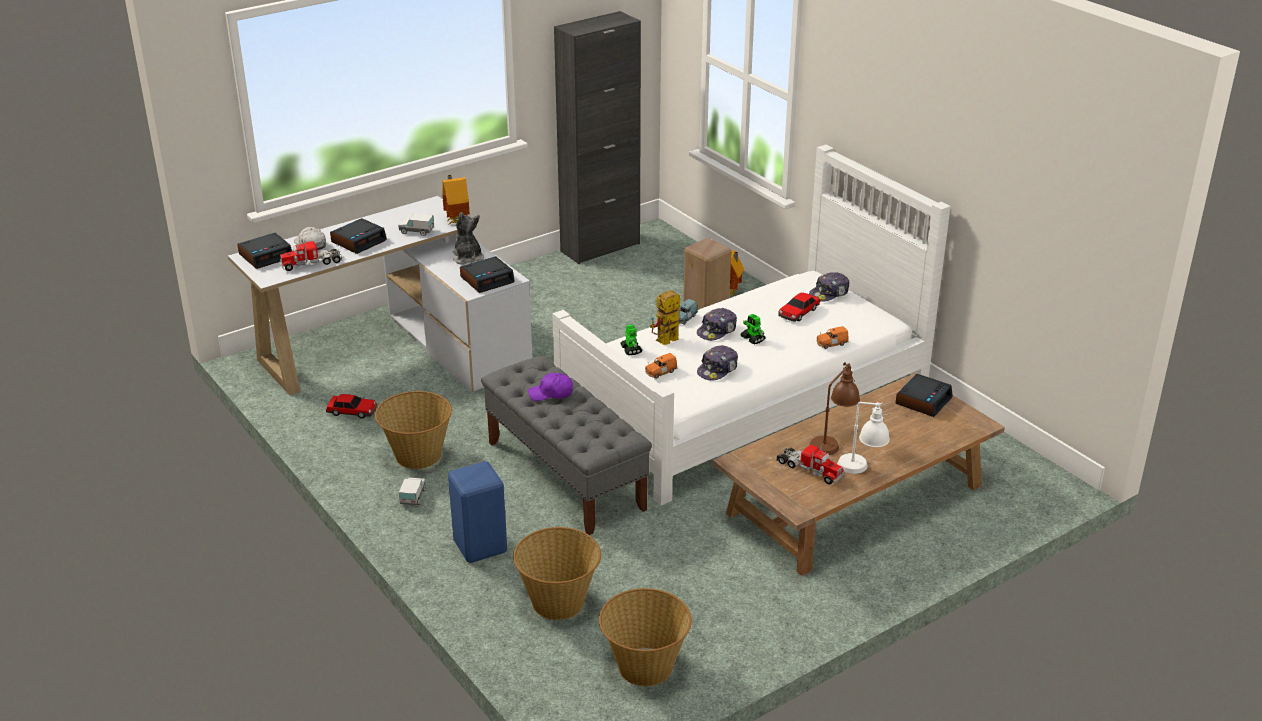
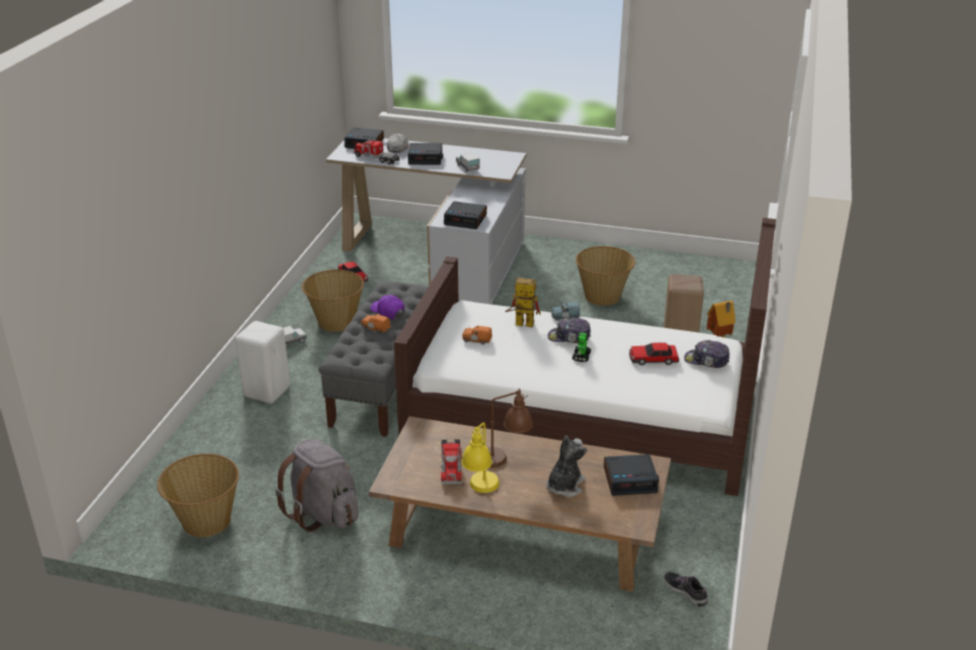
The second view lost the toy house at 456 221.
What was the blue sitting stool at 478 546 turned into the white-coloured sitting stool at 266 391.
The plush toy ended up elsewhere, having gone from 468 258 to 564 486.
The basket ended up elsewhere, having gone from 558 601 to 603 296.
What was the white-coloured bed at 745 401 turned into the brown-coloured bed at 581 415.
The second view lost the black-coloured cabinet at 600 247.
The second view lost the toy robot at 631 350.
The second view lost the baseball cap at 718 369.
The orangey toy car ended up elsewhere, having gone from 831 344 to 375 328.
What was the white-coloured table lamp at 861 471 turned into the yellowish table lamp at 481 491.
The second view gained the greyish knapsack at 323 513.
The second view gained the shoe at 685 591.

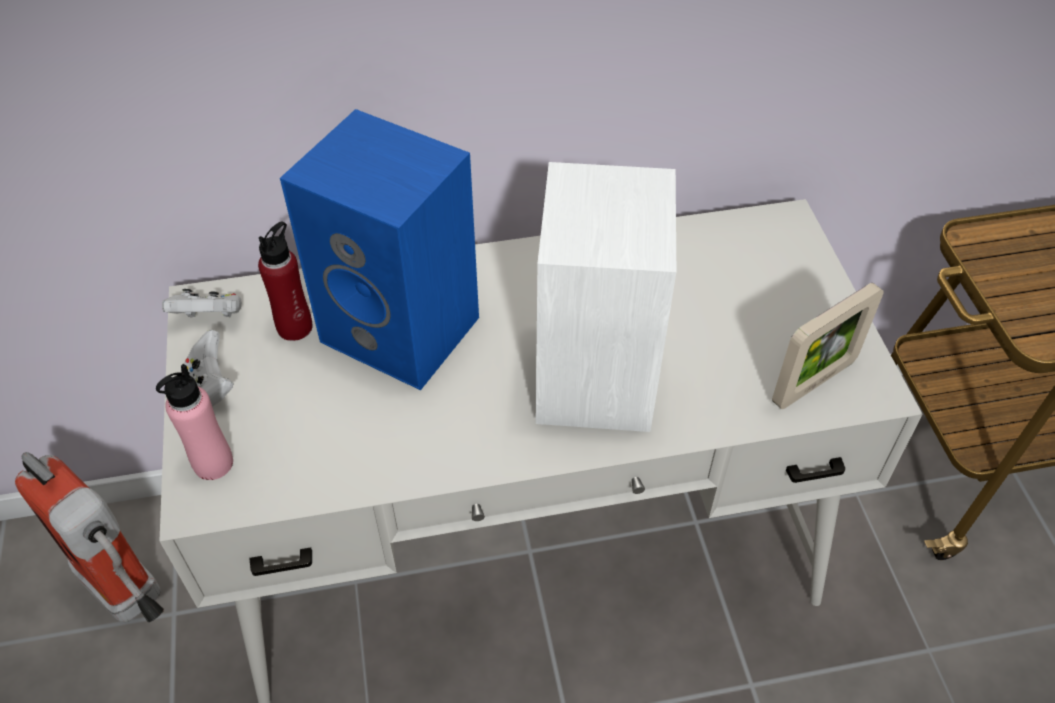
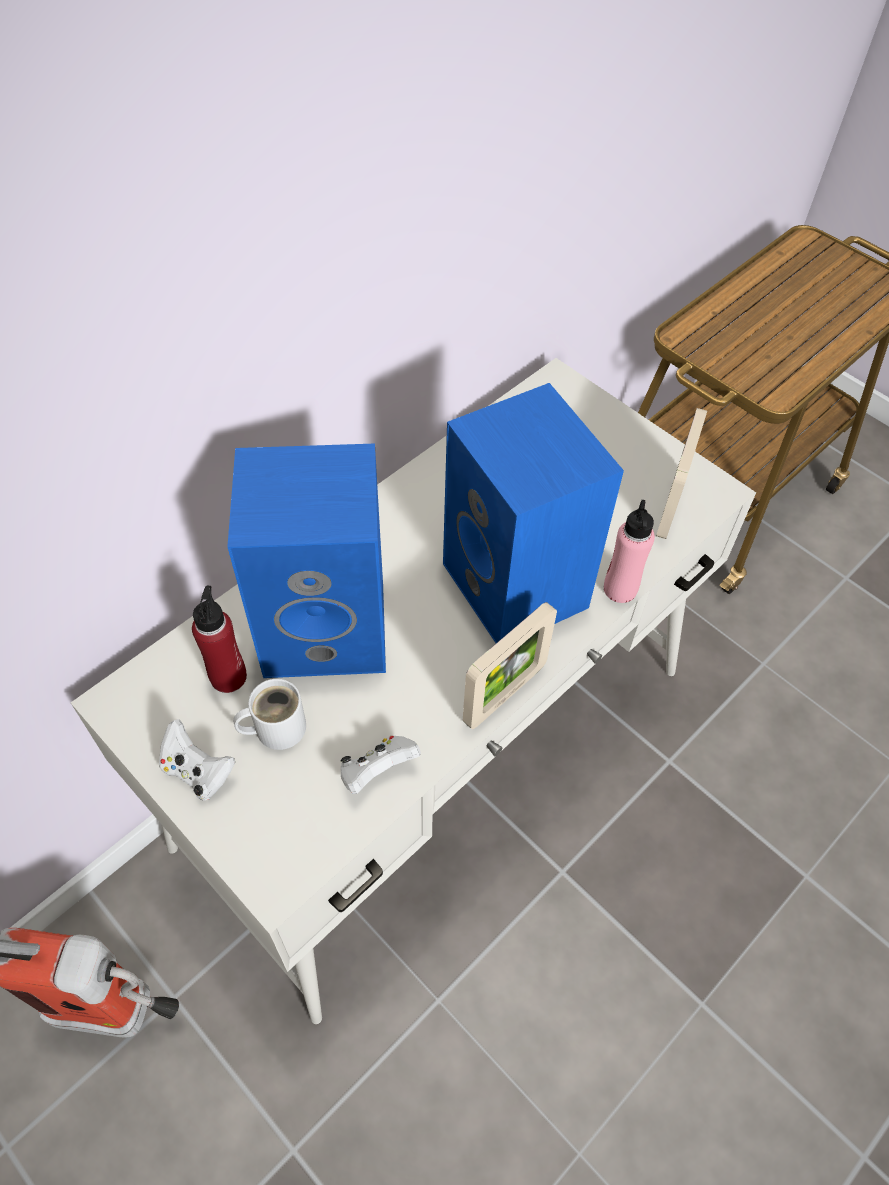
The pink-coloured drink bottle ended up elsewhere, having gone from 213 463 to 620 589.
The white-coloured game controller ended up elsewhere, having gone from 210 318 to 377 771.
What was the white-coloured loudspeaker at 598 380 turned into the blue loudspeaker at 519 587.
The second view gained the white-coloured tea mug at 275 727.
The second view gained the picture frame at 504 694.

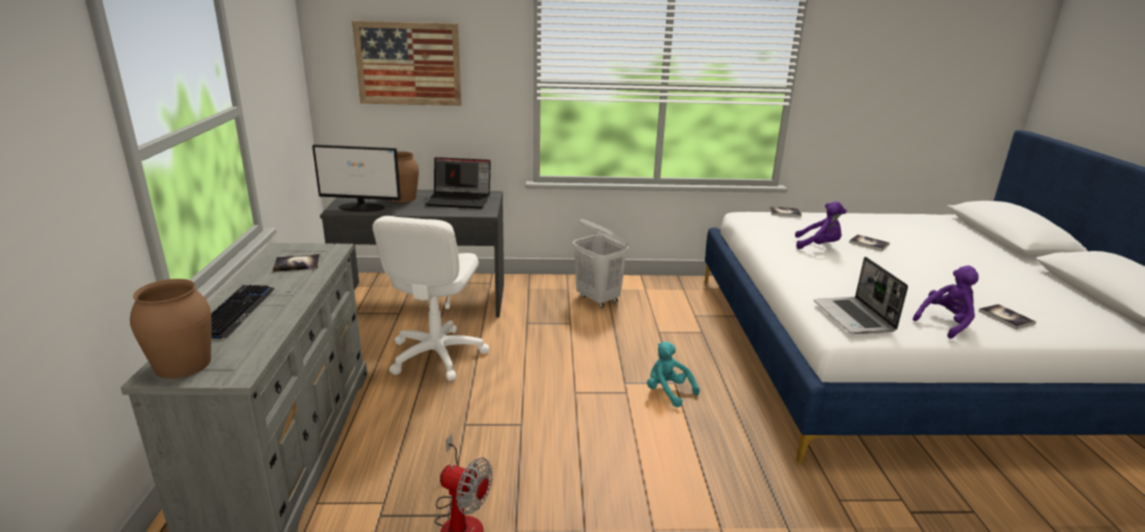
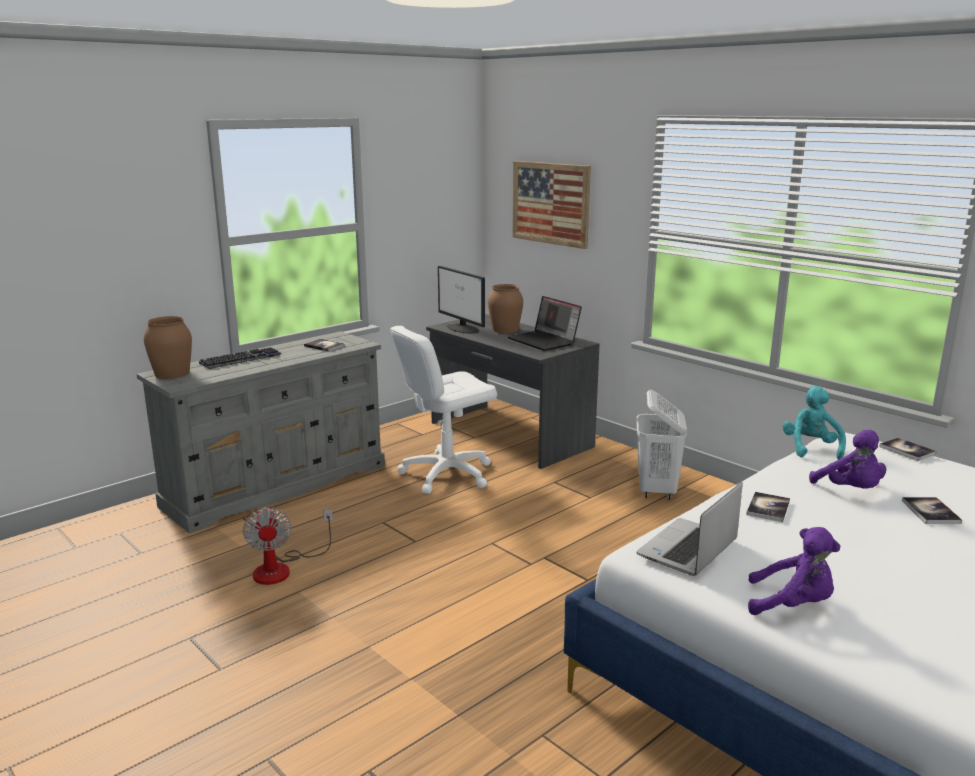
The turquoise plush toy ended up elsewhere, having gone from 667 392 to 811 448.
The volume ended up elsewhere, having gone from 1006 317 to 768 508.

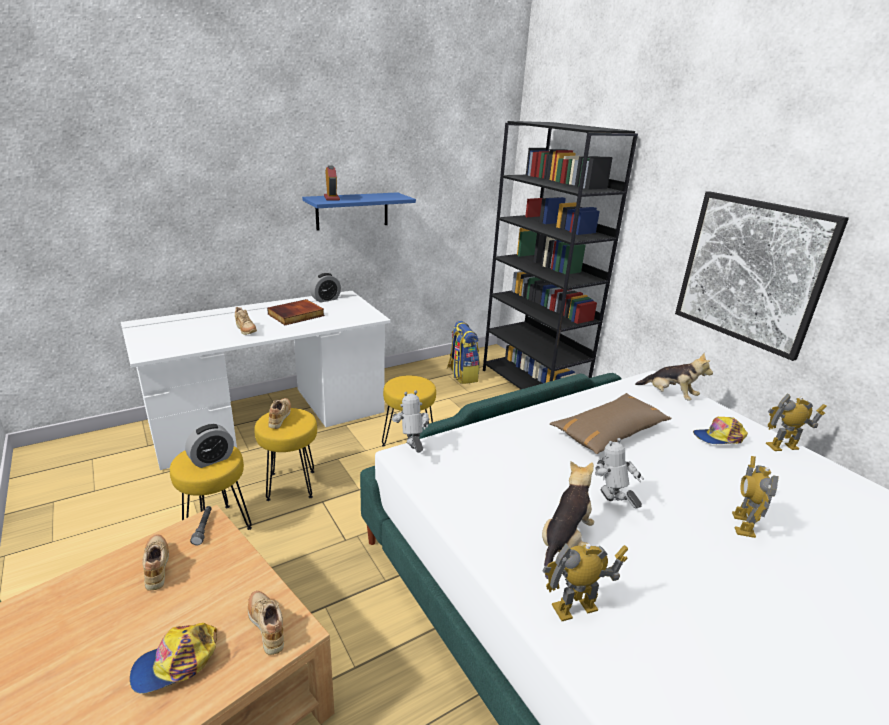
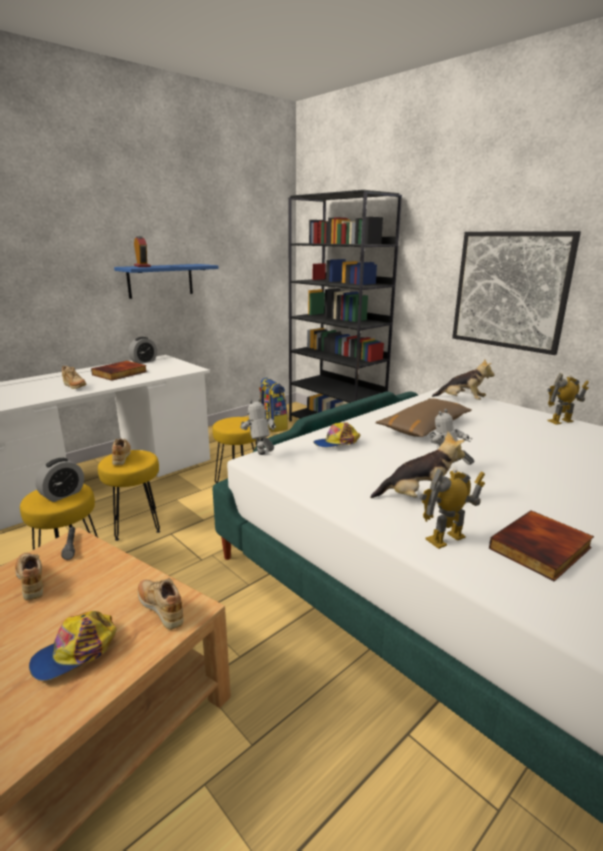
The plush toy at 564 542 ended up facing another way, 75 degrees clockwise from before.
The baseball cap ended up elsewhere, having gone from 719 438 to 337 443.
The second view lost the toy robot at 742 524.
The second view gained the volume at 541 549.

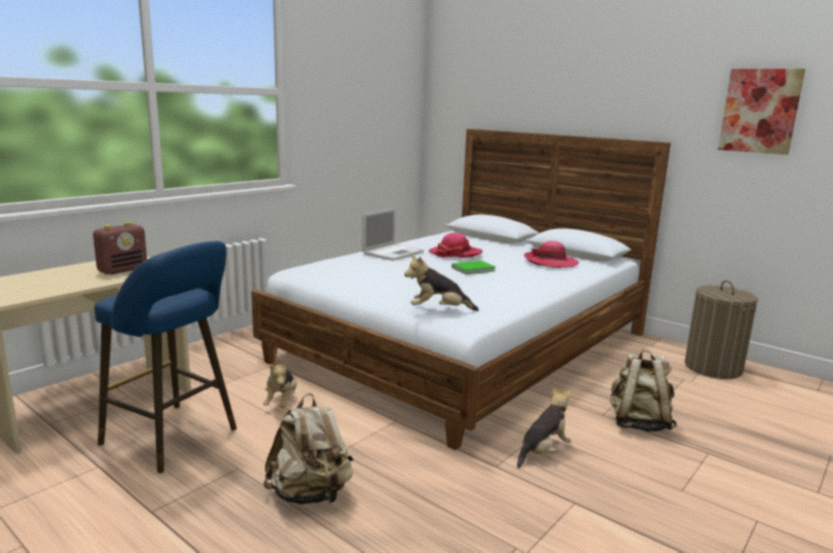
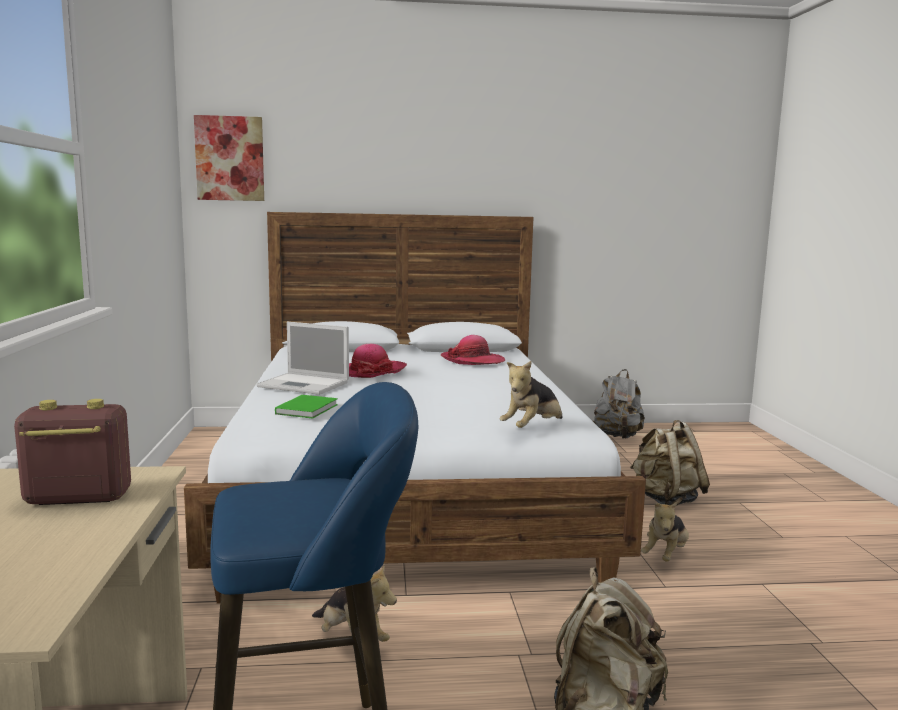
The radio set at 123 270 ended up facing another way, 90 degrees counterclockwise from before.
The notebook computer at 393 252 ended up facing another way, 120 degrees clockwise from before.
The green volume ended up elsewhere, having gone from 474 269 to 308 409.
The plush toy at 543 452 ended up facing another way, 150 degrees counterclockwise from before.
Where the laundry basket stood at 713 368, the greyish knapsack came to stand at 617 436.
The wall picture ended up elsewhere, having gone from 760 111 to 230 158.

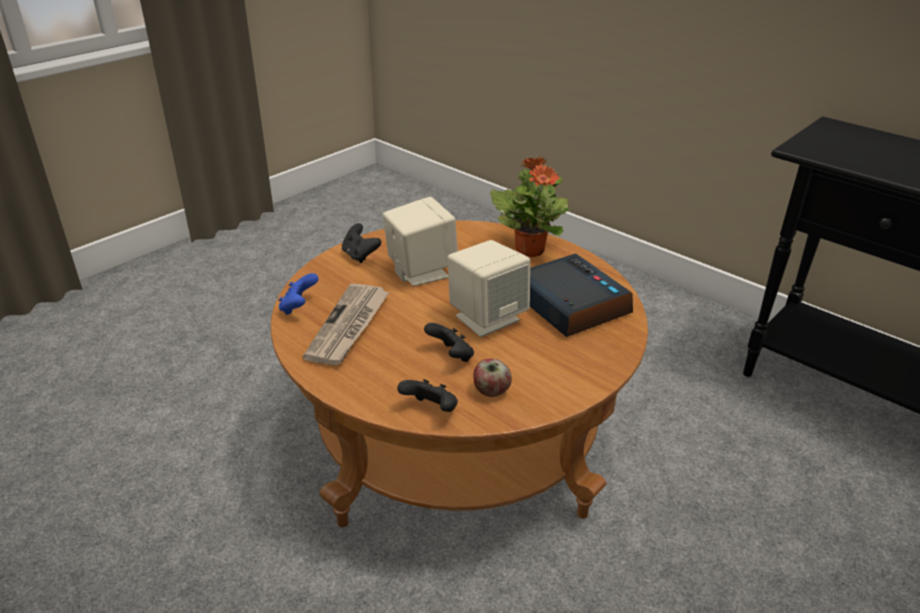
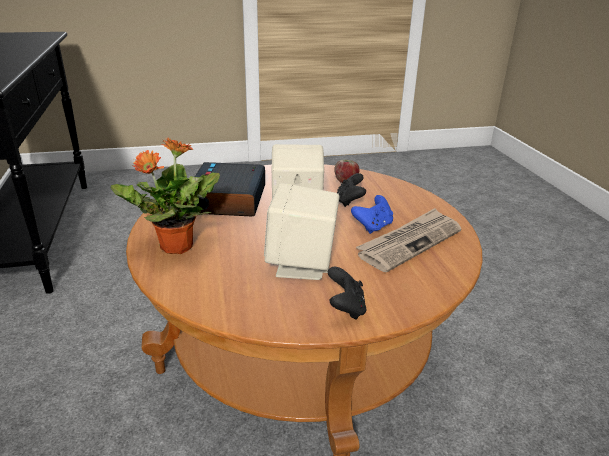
The blue game controller ended up elsewhere, having gone from 299 307 to 373 227.
The second view lost the black-coloured game controller at 431 410.

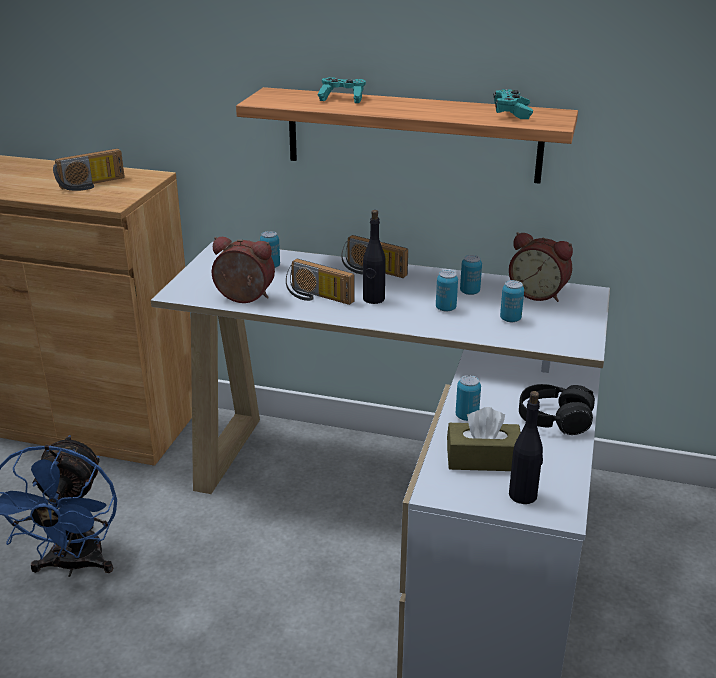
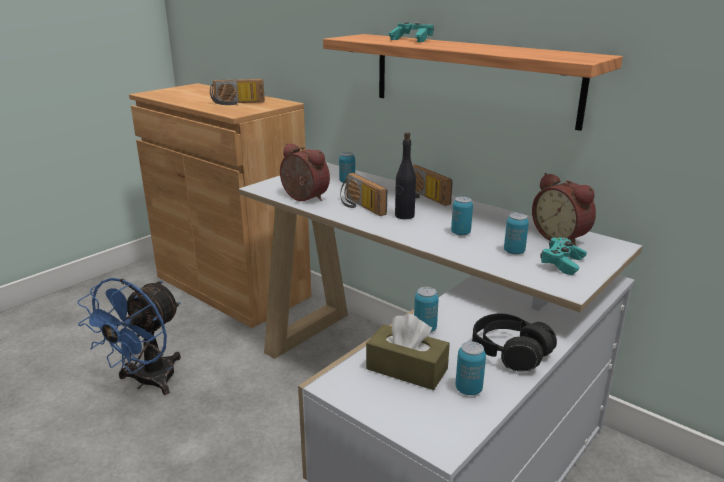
The sealed can ended up elsewhere, having gone from 469 292 to 468 389.
The turquoise game controller ended up elsewhere, having gone from 512 113 to 562 263.
The second view lost the black-coloured drink bottle at 523 495.

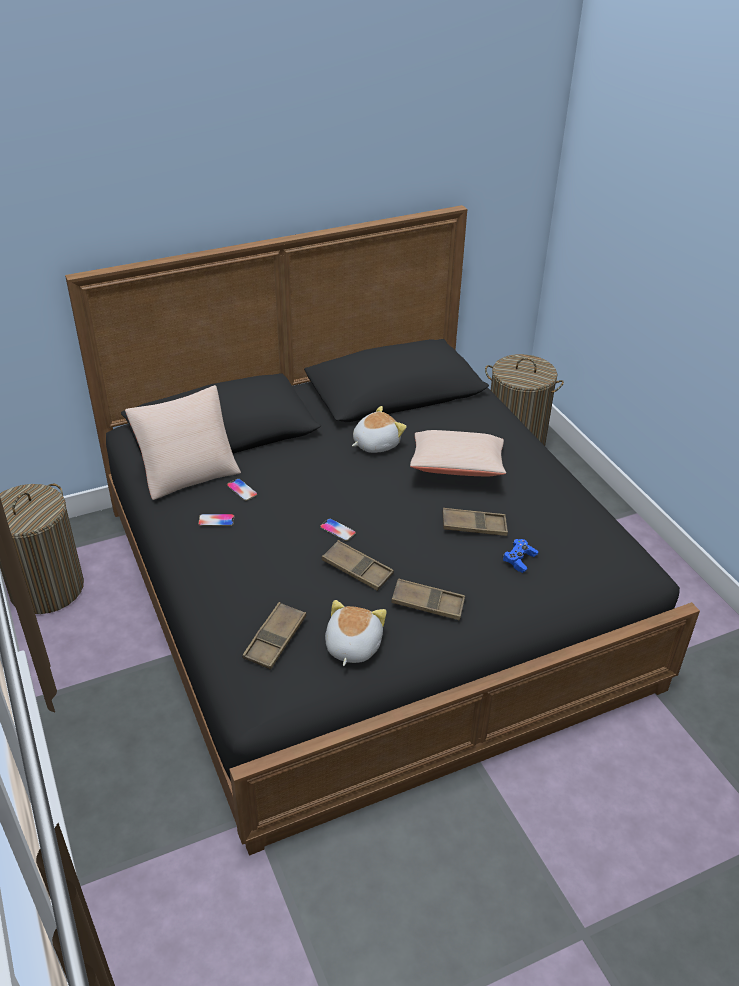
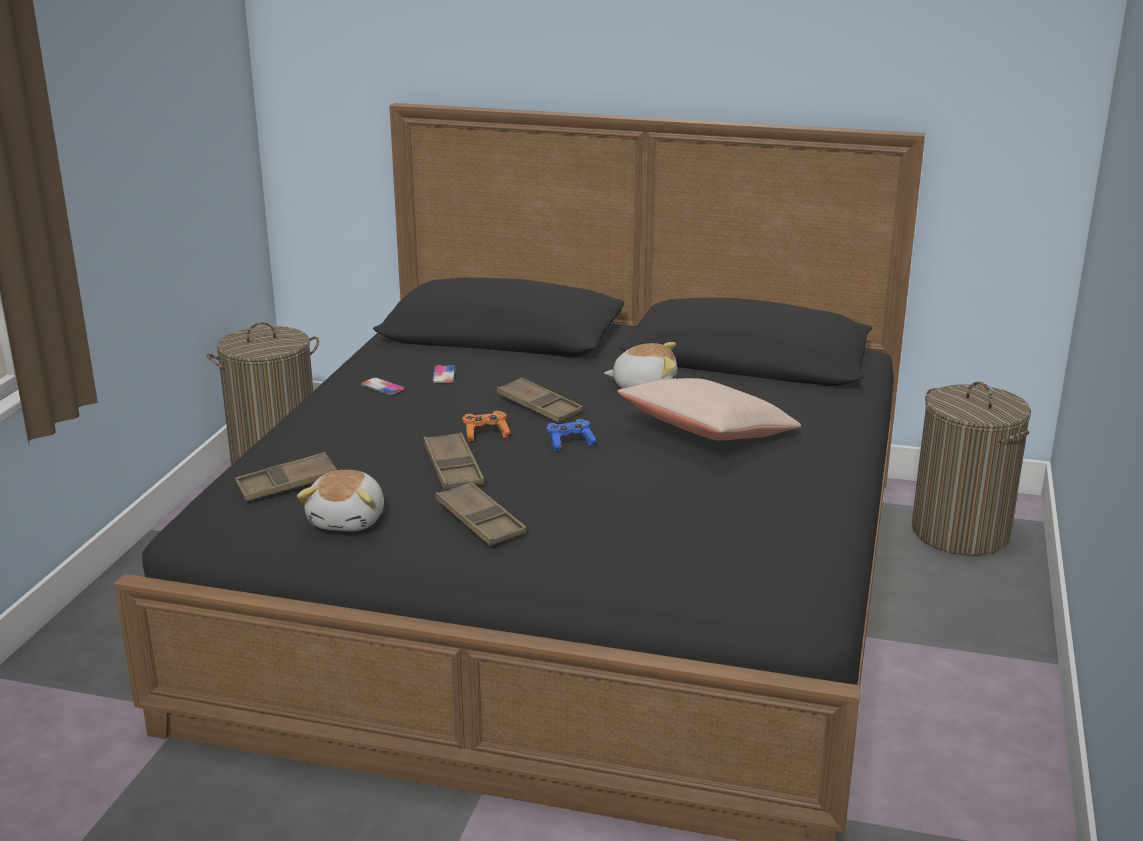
The second view lost the beige cushion at 188 471.
Where the telephone stood at 337 530, the orangey game controller came to stand at 486 434.
The plush toy at 352 646 ended up facing another way, 135 degrees clockwise from before.
The brown-coloured serving tray ended up elsewhere, having gone from 474 526 to 539 406.
The blue game controller ended up elsewhere, having gone from 519 560 to 570 442.

